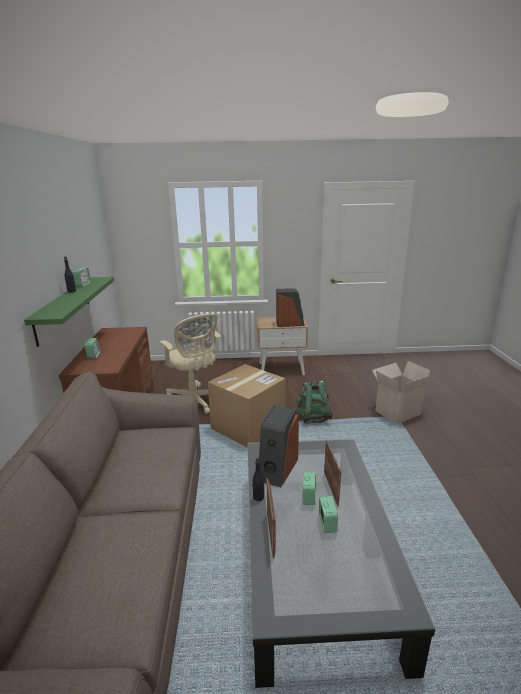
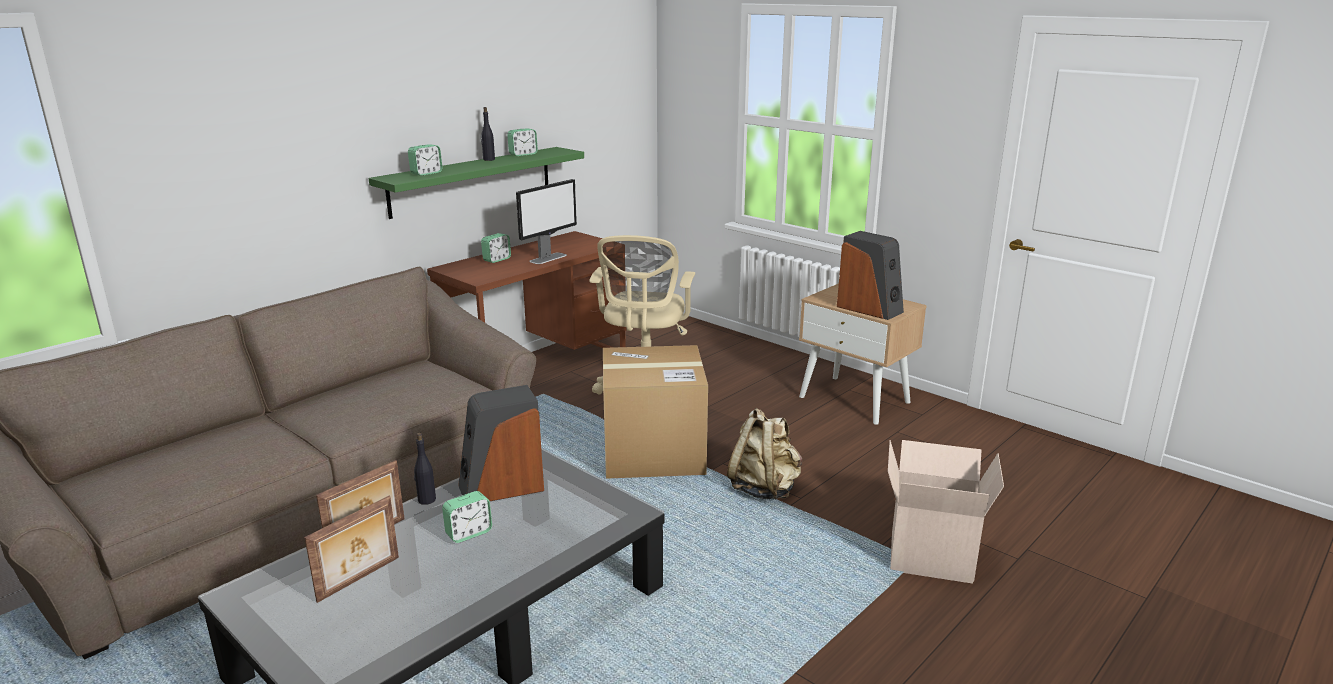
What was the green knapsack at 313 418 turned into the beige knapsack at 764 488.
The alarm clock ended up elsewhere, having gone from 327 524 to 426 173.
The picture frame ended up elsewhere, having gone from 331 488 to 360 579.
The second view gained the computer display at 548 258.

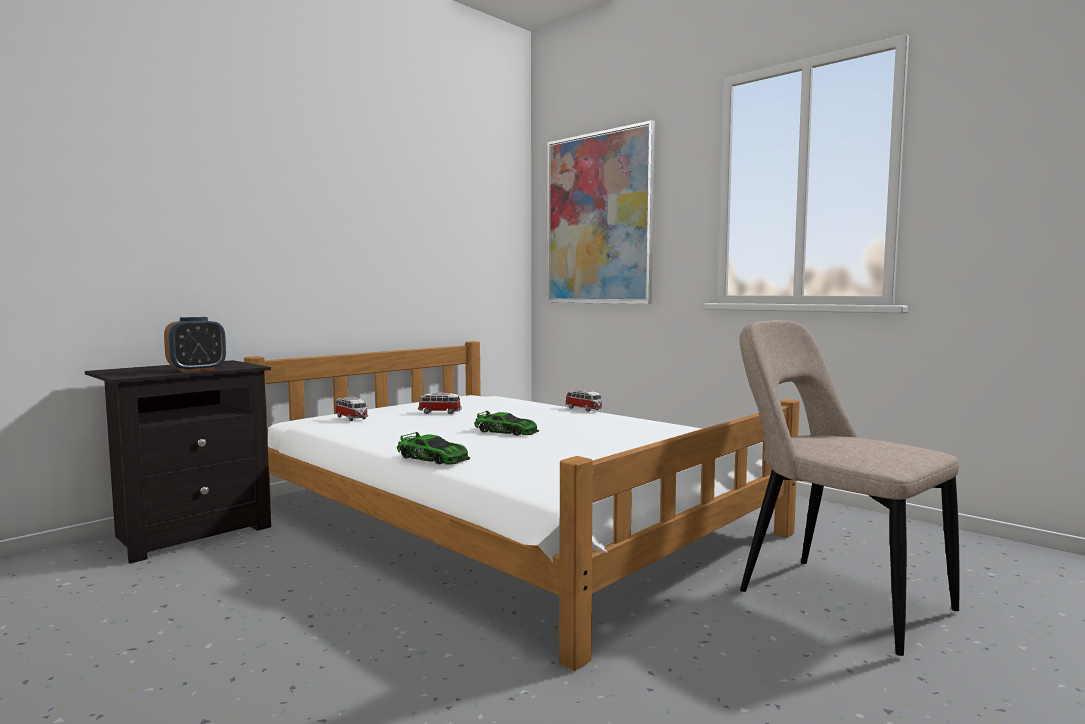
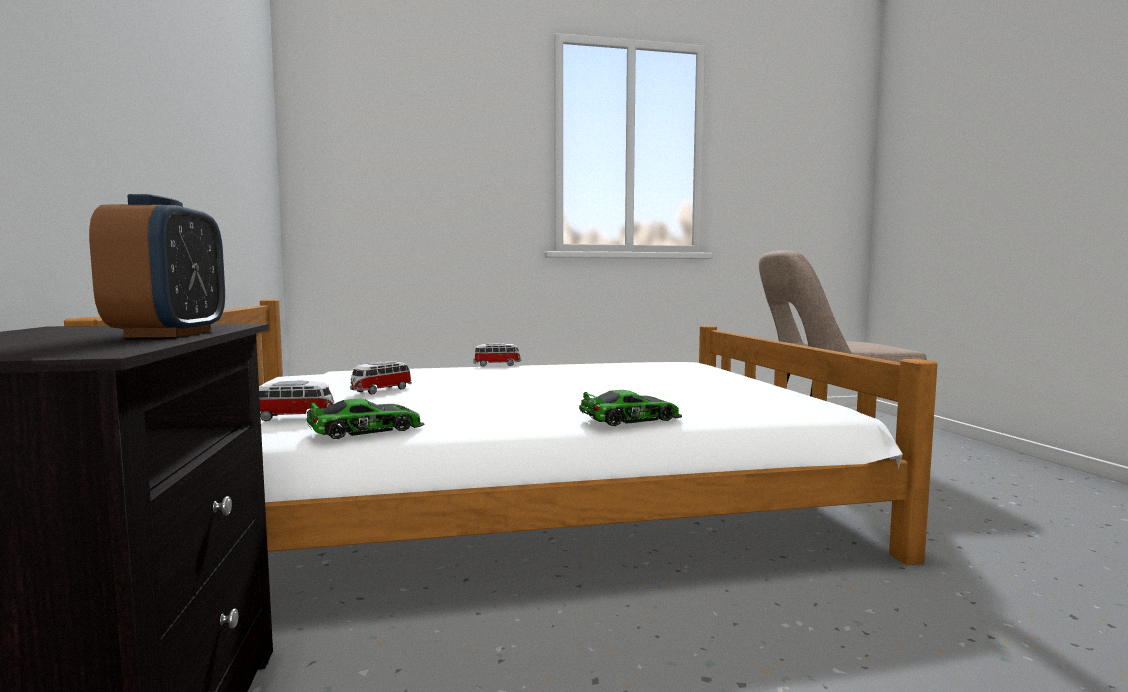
The toy car ended up elsewhere, having gone from 507 431 to 367 429.
The second view lost the wall picture at 598 219.

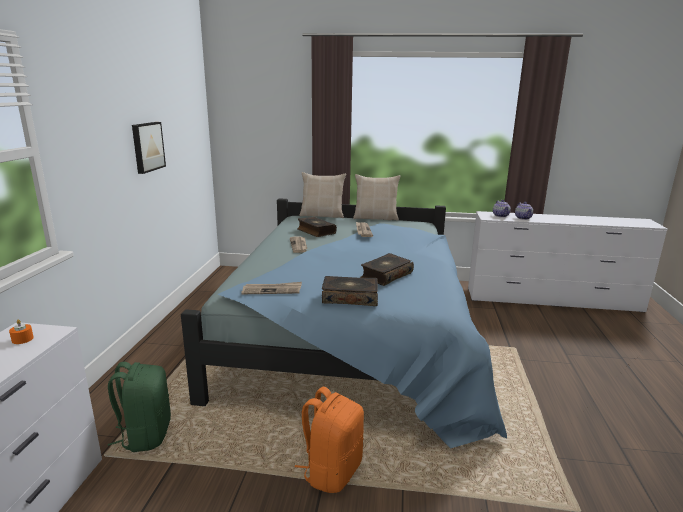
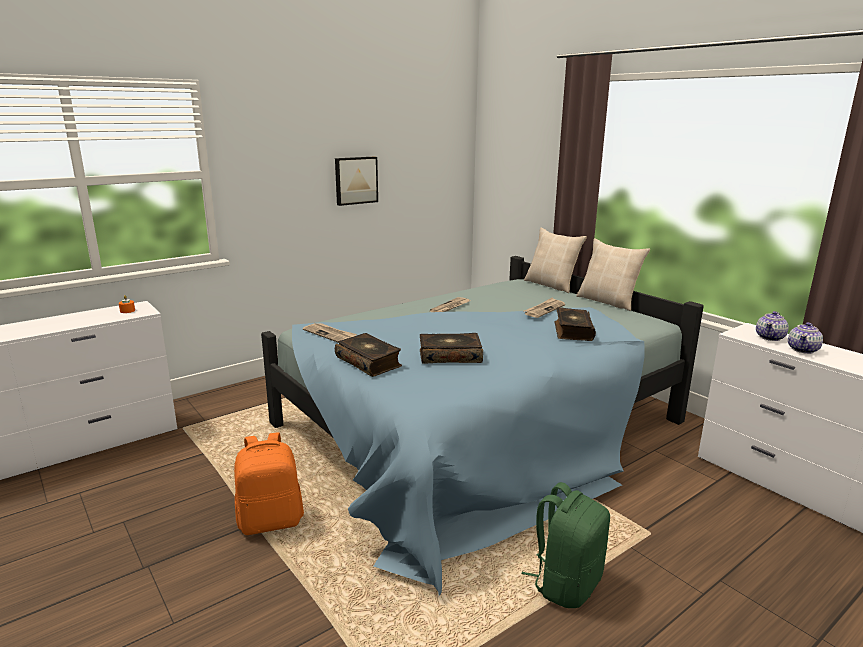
The green knapsack ended up elsewhere, having gone from 145 435 to 566 583.
The volume ended up elsewhere, having gone from 315 231 to 572 331.

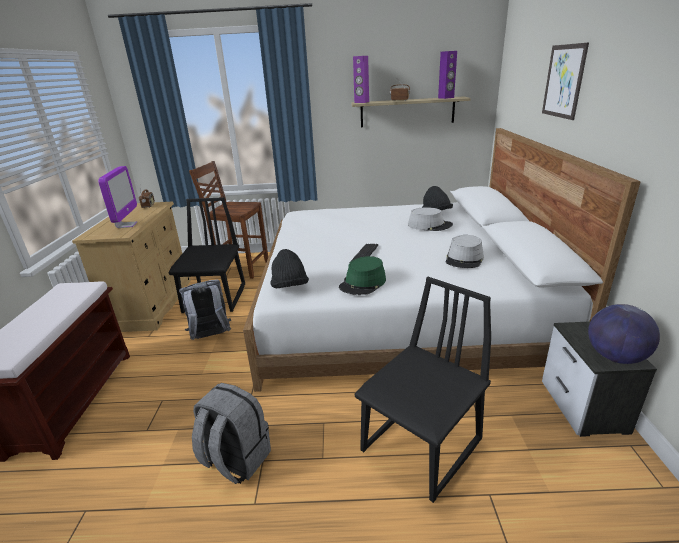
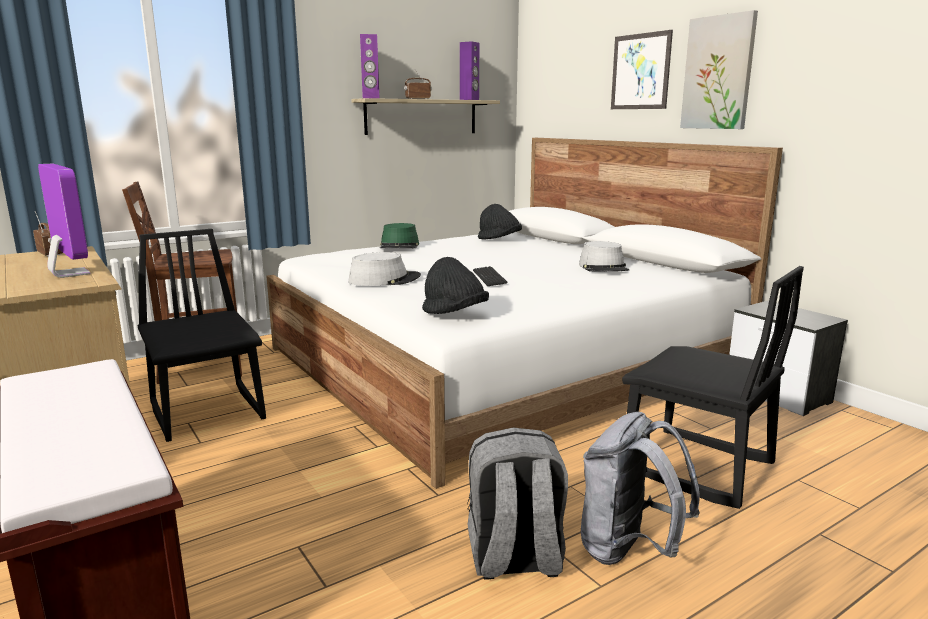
The greyish knapsack ended up elsewhere, having gone from 211 337 to 628 550.
The green wearable hat ended up elsewhere, having gone from 363 283 to 399 246.
The black-coloured chair at 422 446 ended up facing another way, 120 degrees clockwise from before.
The greyish wearable hat ended up elsewhere, having gone from 429 225 to 384 280.
The second view lost the world globe at 615 357.
The second view gained the wall picture at 718 73.

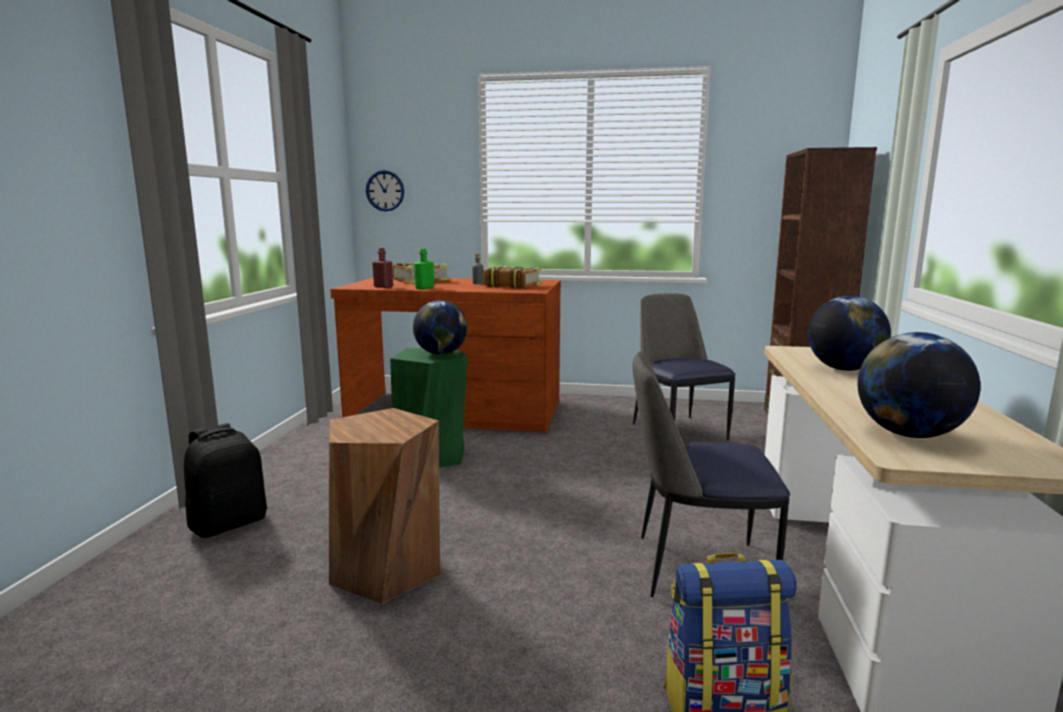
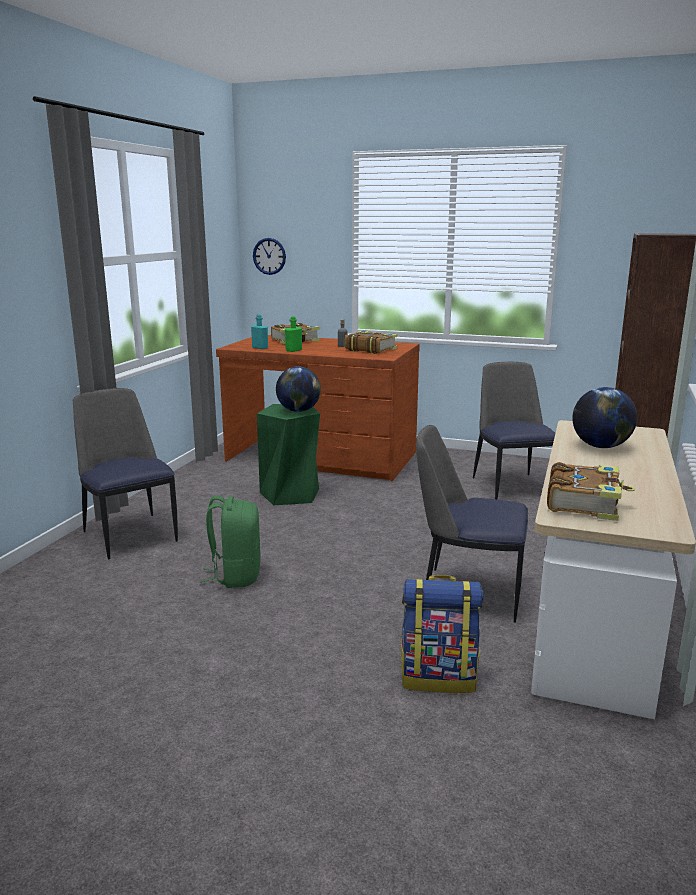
Where the black-coloured knapsack stood at 229 523, the chair came to stand at 130 535.
Where the brown-coloured sitting stool stood at 386 570, the green knapsack came to stand at 235 576.
What was the red drink bottle at 383 287 turned into the turquoise drink bottle at 260 348.
Where the world globe stood at 909 435, the volume came to stand at 584 502.

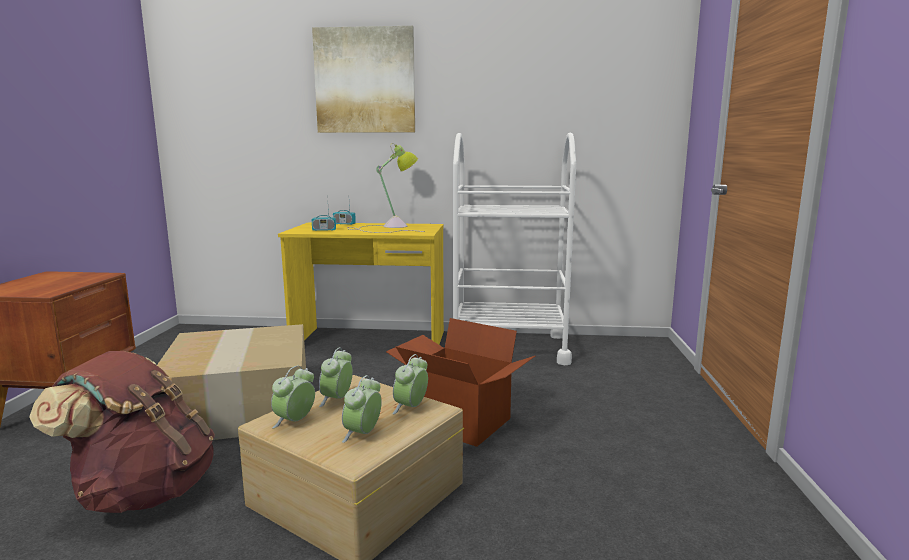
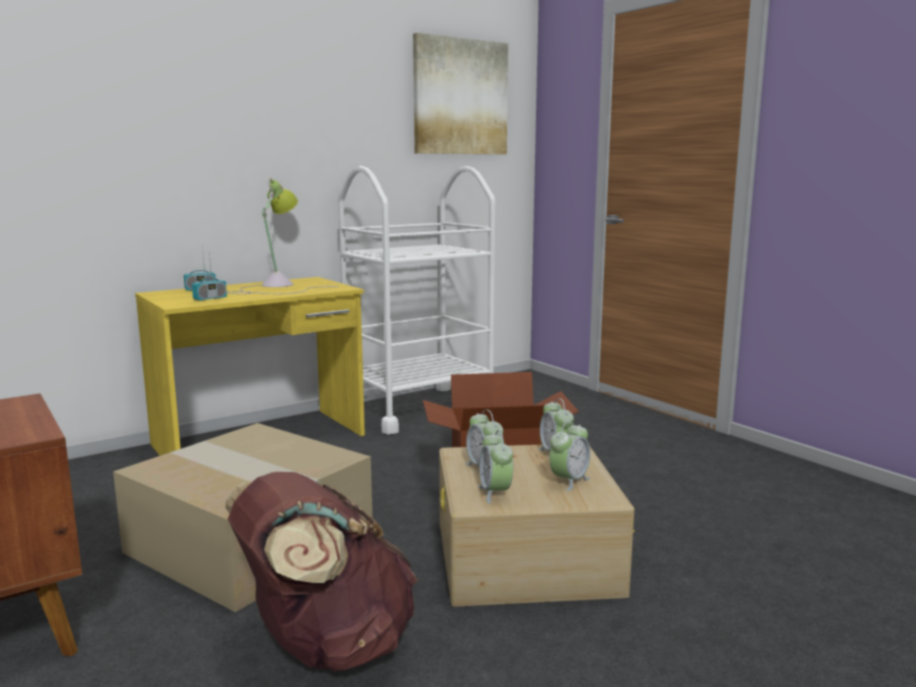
The wall picture ended up elsewhere, having gone from 365 81 to 460 97.
The alarm clock at 363 434 ended up facing another way, 120 degrees counterclockwise from before.

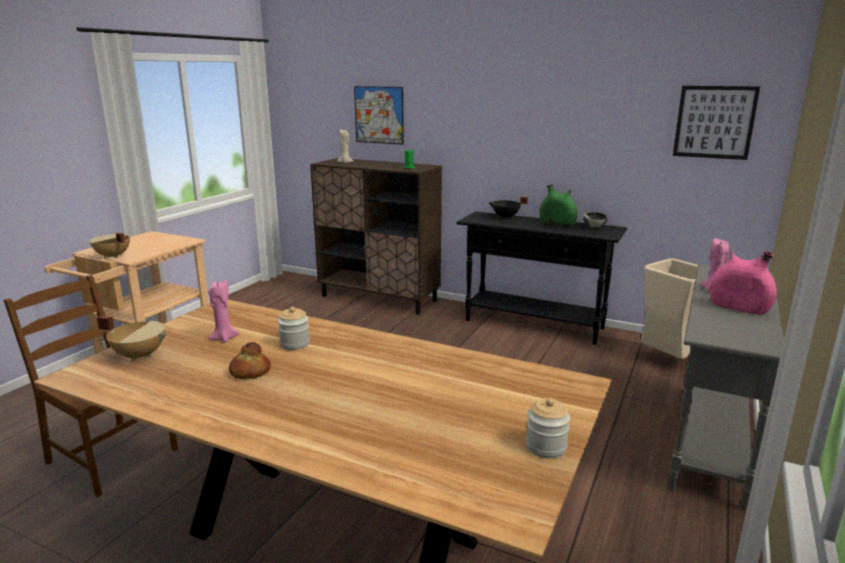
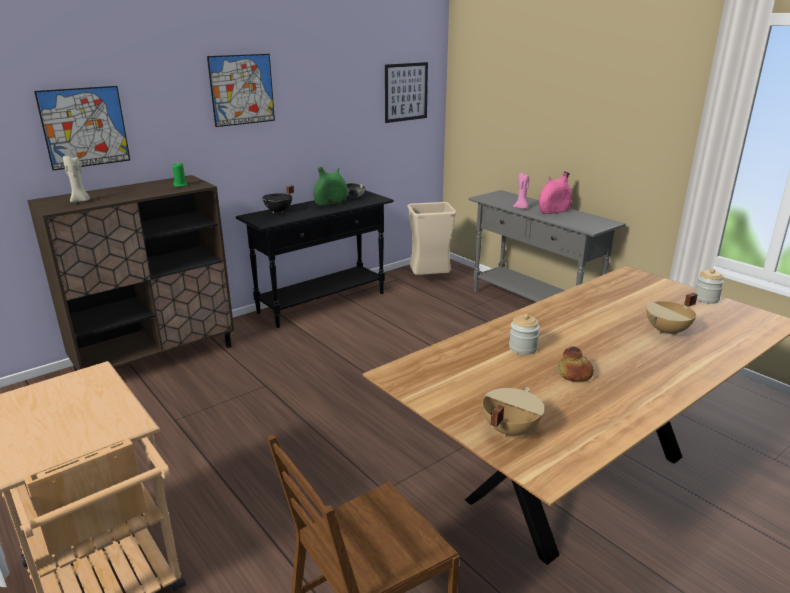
The beige cooking pot ended up elsewhere, having gone from 112 256 to 667 331.
The second view lost the pink-coloured wax light at 224 338.
The second view gained the wall picture at 242 90.

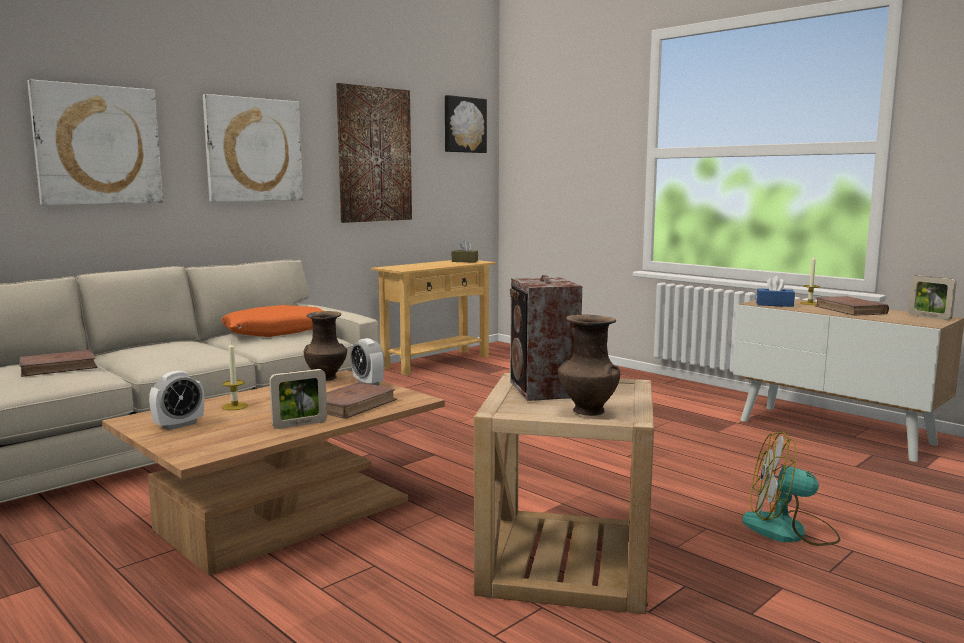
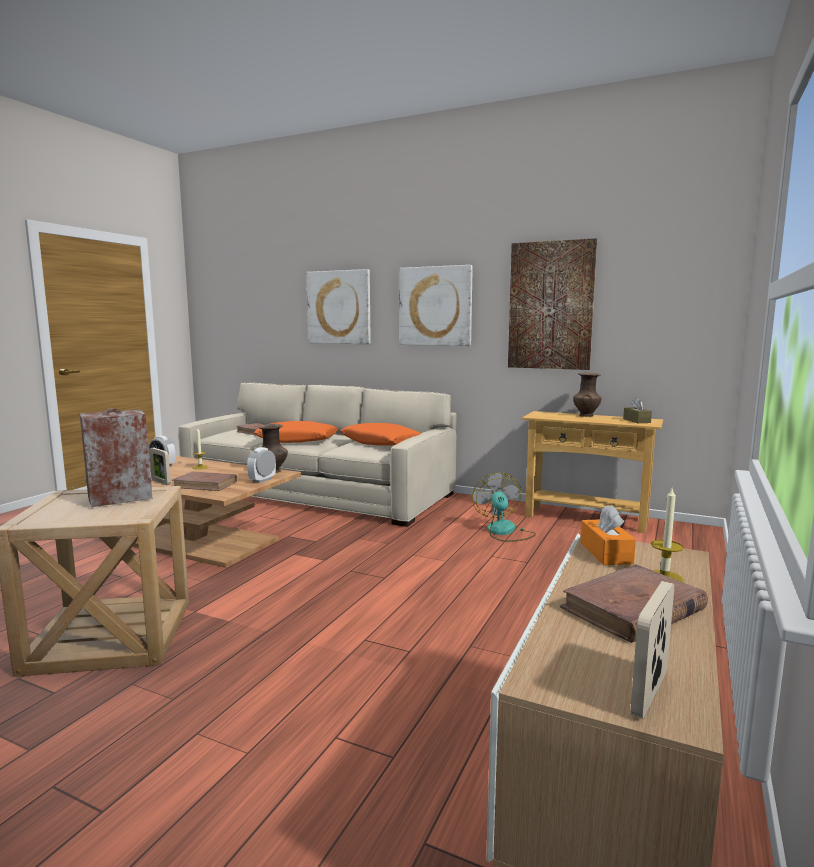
The second view lost the wall picture at 464 125.
The brown-coloured flower vase ended up elsewhere, having gone from 587 411 to 586 415.
The fan ended up elsewhere, having gone from 789 530 to 504 532.
What was the blue tissue holder at 774 304 turned into the orangey tissue holder at 606 553.
The second view gained the orangey cushion at 297 440.

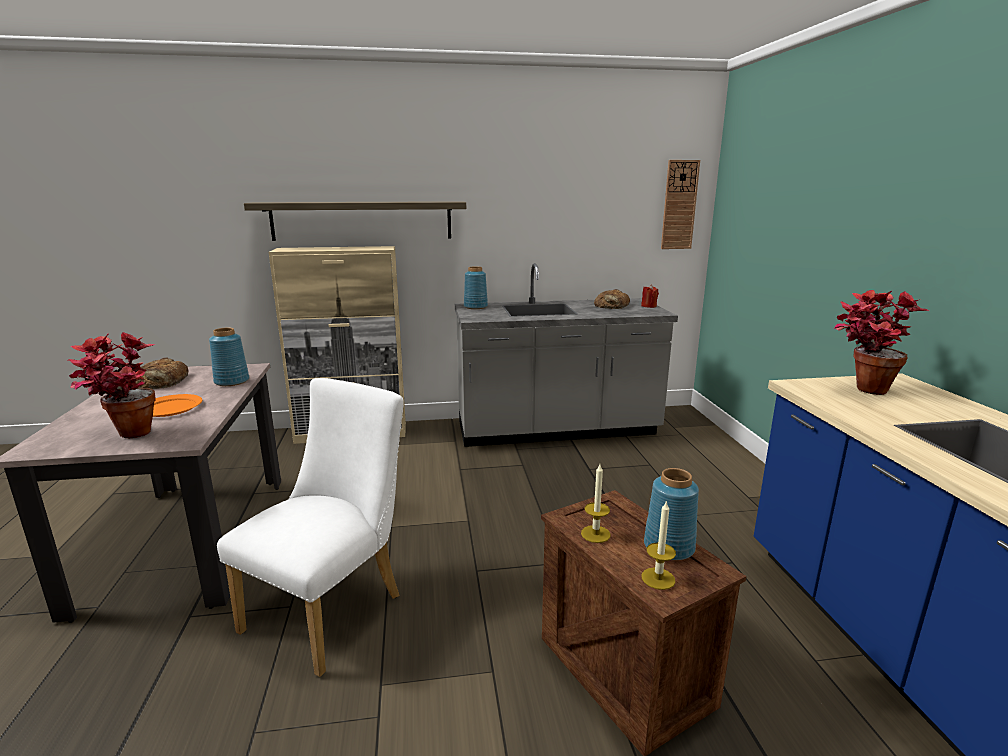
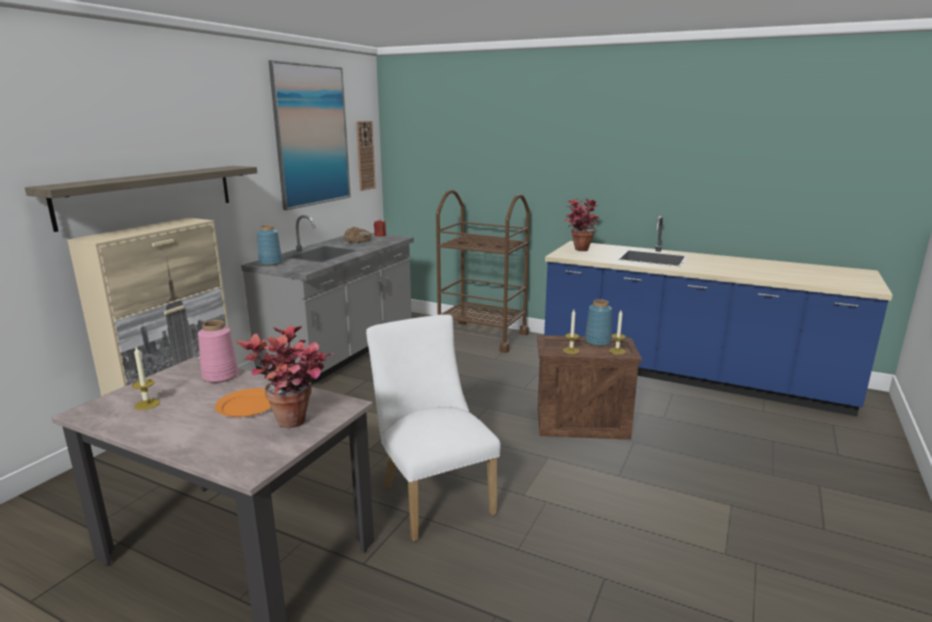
Where the bread stood at 162 381, the wax light came to stand at 147 404.
What was the blue flower vase at 232 381 turned into the pink-coloured flower vase at 220 376.
The second view gained the wall picture at 312 136.
The second view gained the brown-coloured cart at 482 336.

